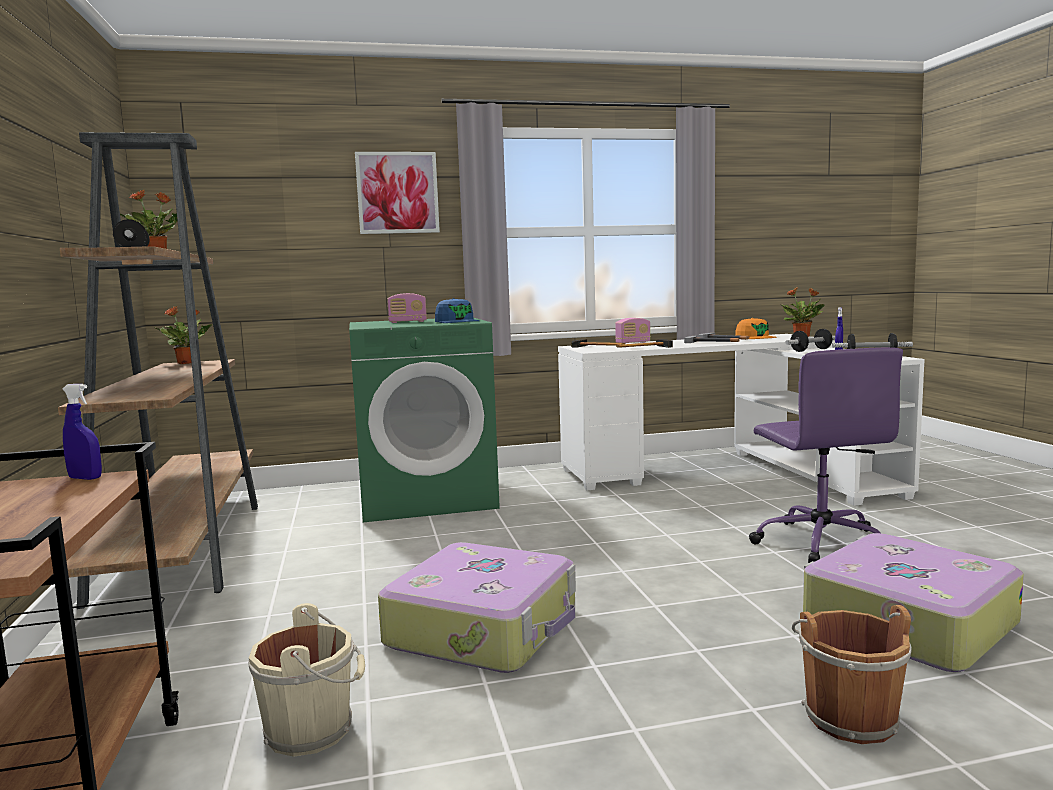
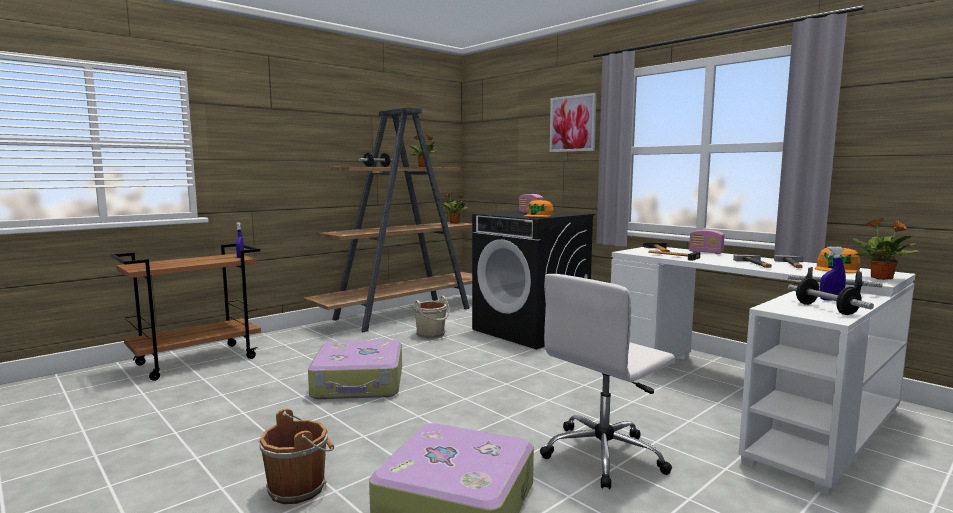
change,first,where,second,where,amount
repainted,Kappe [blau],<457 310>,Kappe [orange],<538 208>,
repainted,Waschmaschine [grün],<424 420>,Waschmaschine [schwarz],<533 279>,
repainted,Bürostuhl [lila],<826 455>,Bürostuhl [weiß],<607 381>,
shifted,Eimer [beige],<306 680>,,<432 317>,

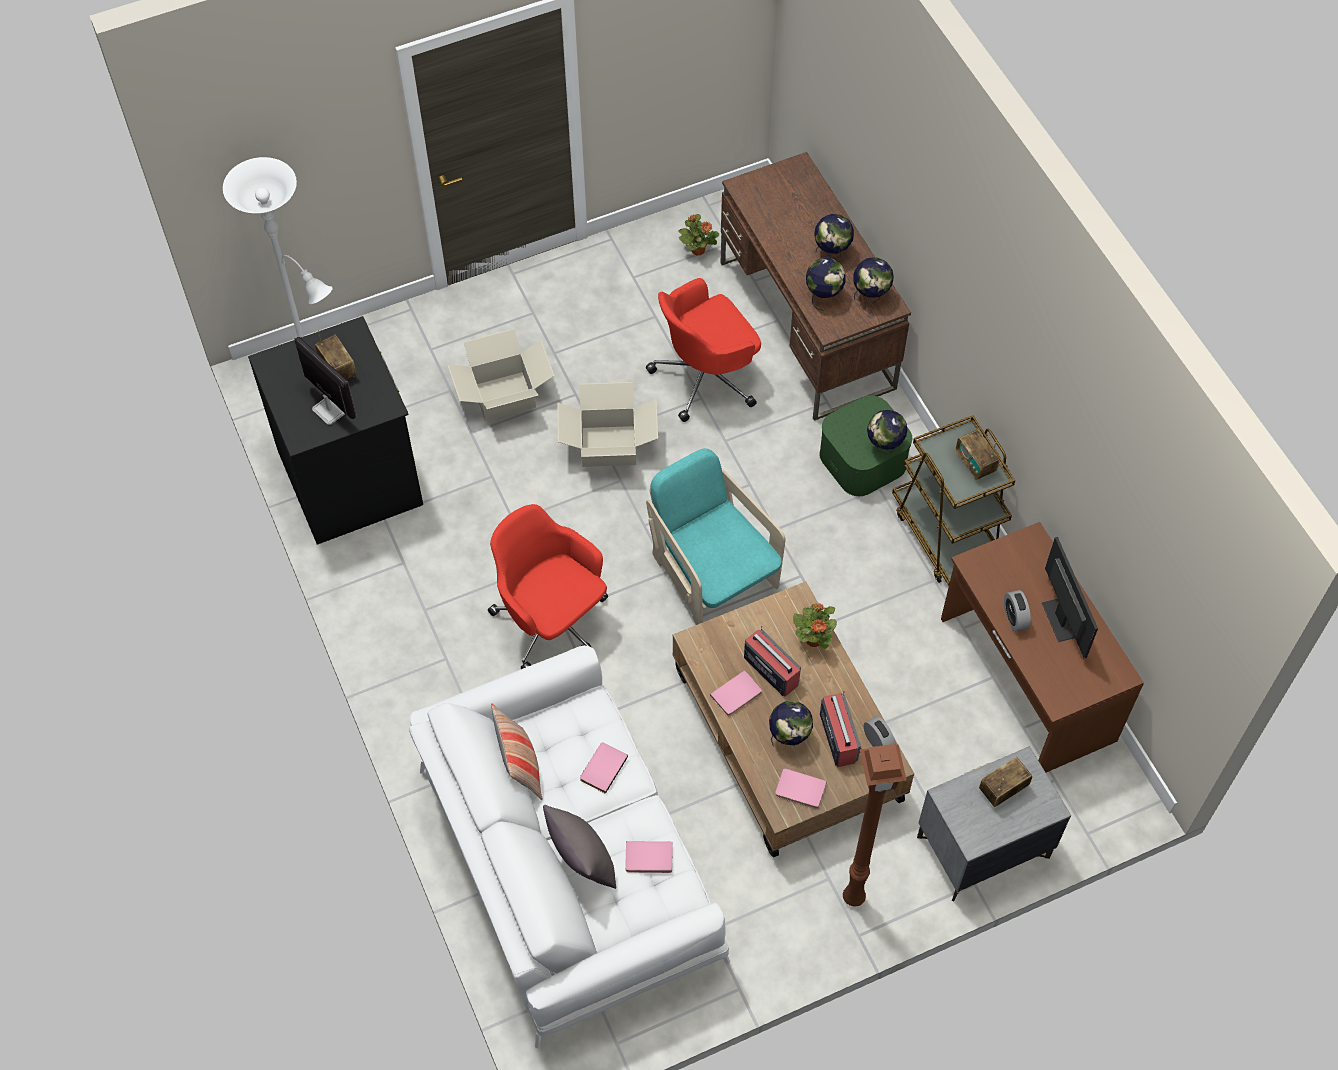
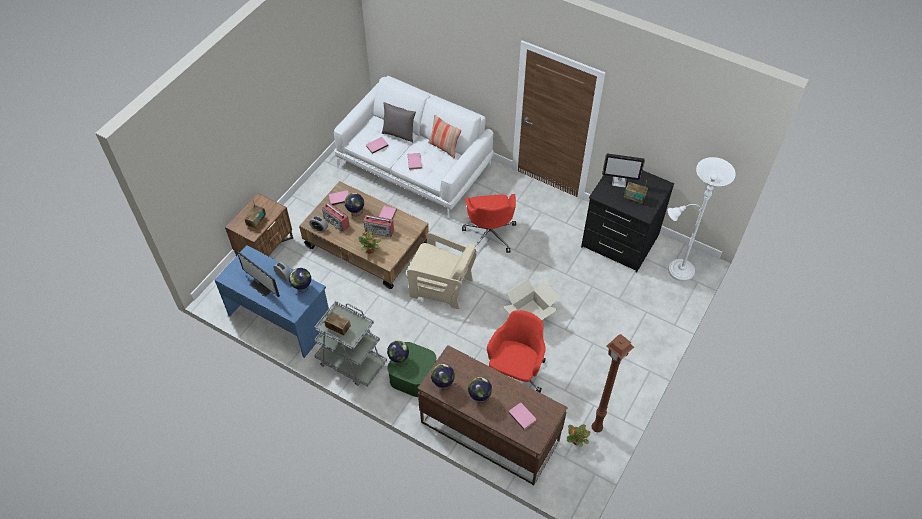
change,first,where,second,where,amount
shifted,Globus,<826 284>,,<300 280>,
gone,Karton,<501 374>,,,
repainted,Rollwagen [braun],<953 500>,Rollwagen [grau],<350 344>,
repainted,Sessel [türkis],<716 536>,Sessel [beige],<441 270>,
rotated,Bürostuhl [rot],<548 586>,,<489 223>,75 degrees clockwise
repainted,Schreibtisch [braun],<1042 647>,Schreibtisch [blau],<272 301>,
shifted,Stehlampe [braun],<874 825>,,<613 383>,
repainted,Nachttisch [grau],<994 824>,Nachttisch [braun],<259 224>,
new,,,Buch [rosa],<522 416>,

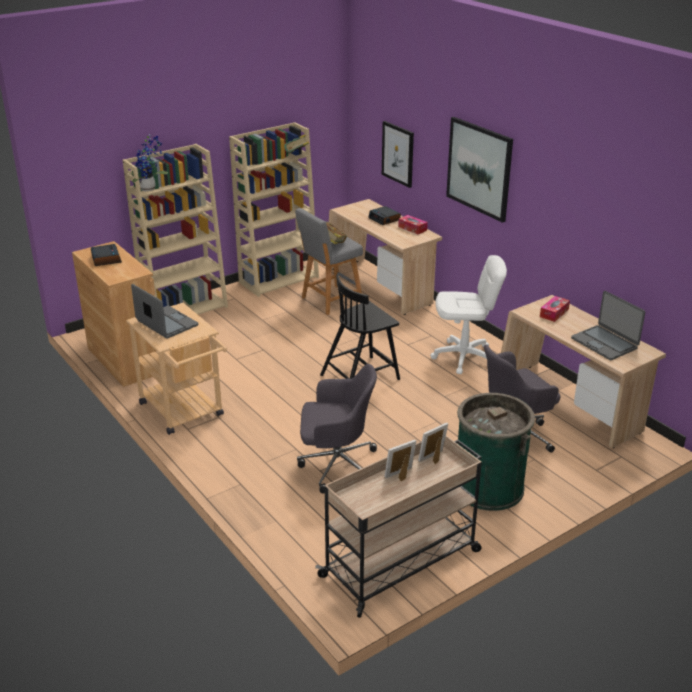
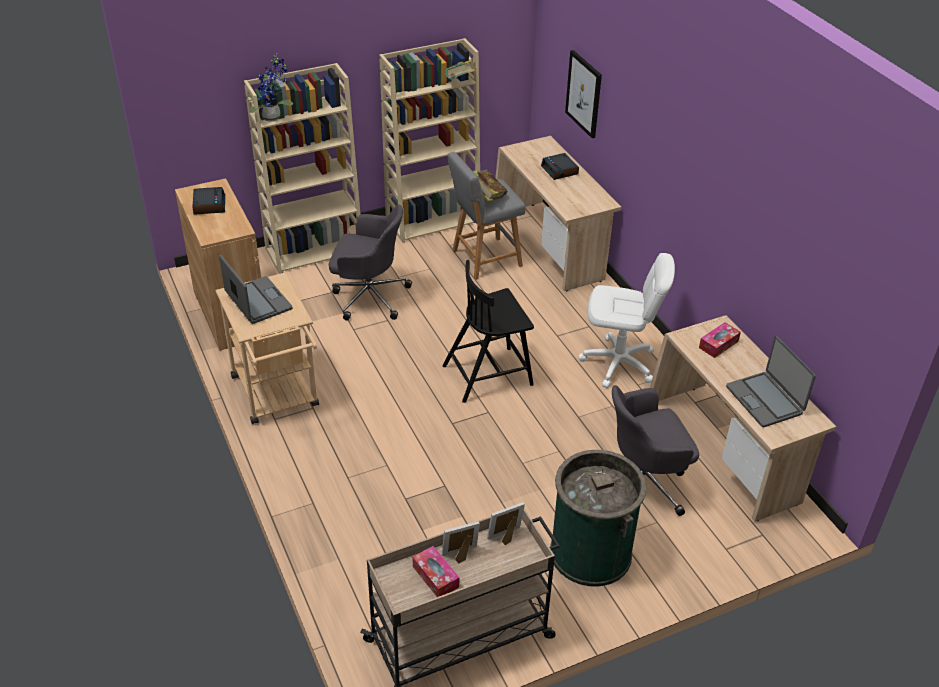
change,first,where,second,where,amount
gone,Bild,<479 170>,,,
shifted,Taschentuchbox,<413 224>,,<436 571>,
shifted,Bürostuhl [grau],<337 429>,,<370 262>,

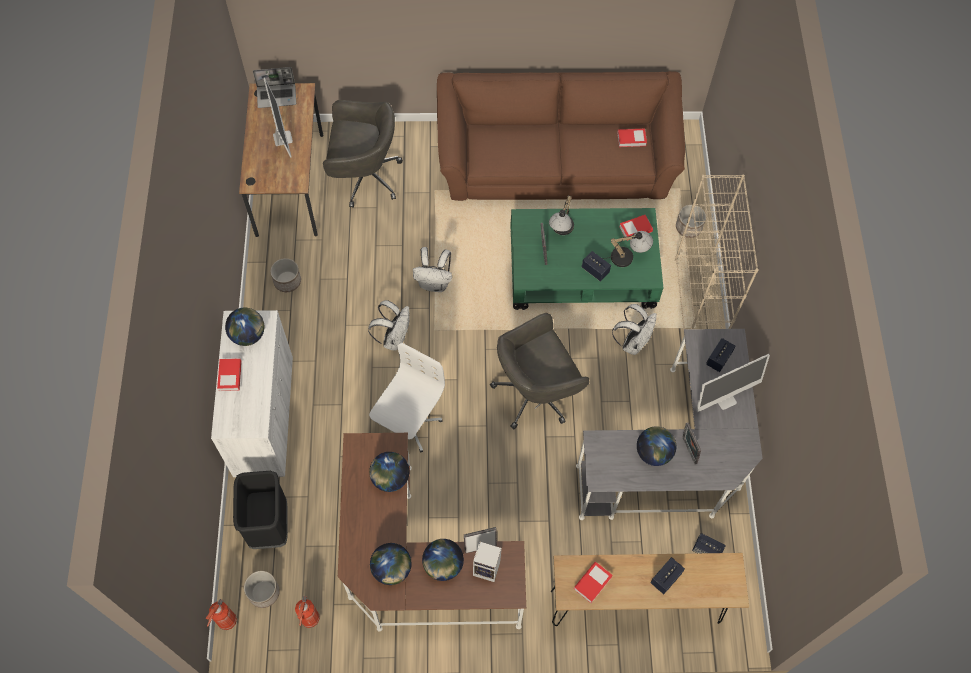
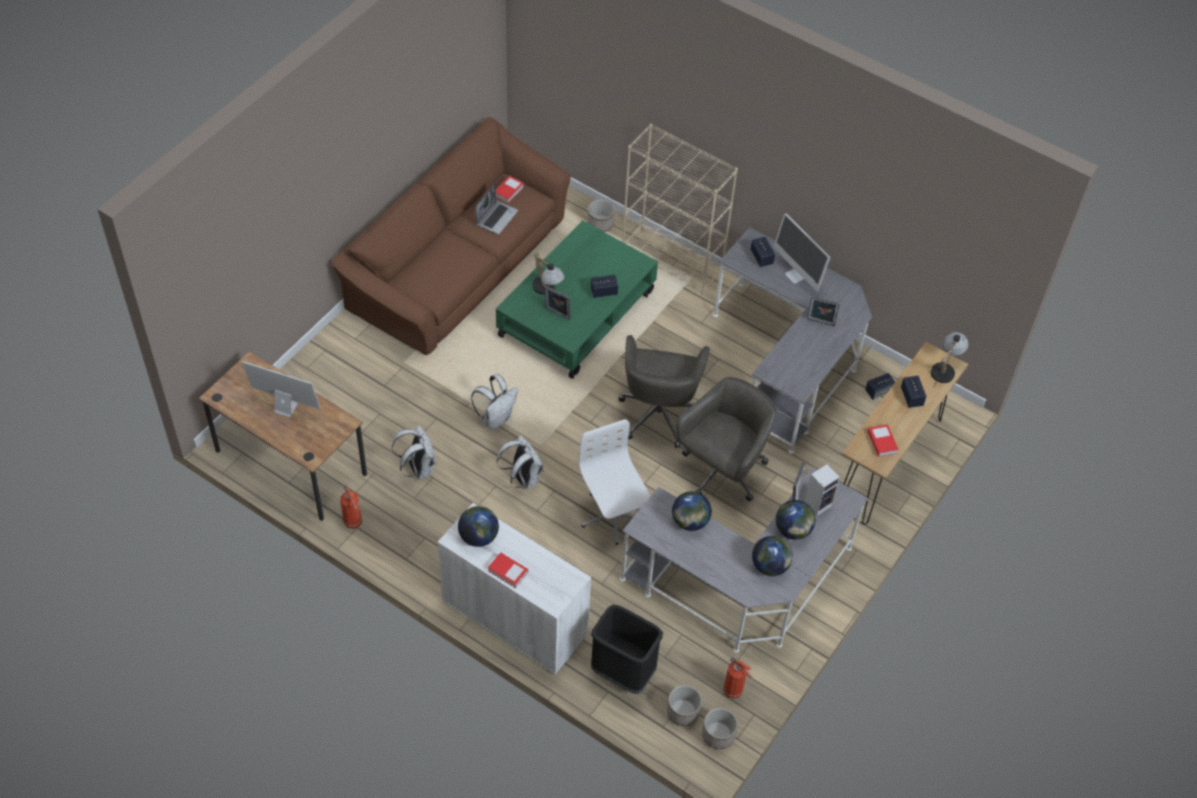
change,first,where,second,where,amount
shifted,Laptop,<274 87>,,<496 209>,
shifted,Bürostuhl [grau],<363 154>,,<726 439>,
gone,Buch,<636 228>,,,
shifted,Tischlampe,<627 249>,,<950 360>,
shifted,Pflanzkübel,<285 275>,,<720 728>,
shifted,Rucksack [weiß],<634 329>,,<414 452>,
rotated,Monitor,<733 383>,,<801 252>,135 degrees clockwise
gone,Globus,<656 446>,,,
repainted,Schreibtisch [braun],<432 532>,Schreibtisch [grau],<744 560>,
shifted,Feuerlöscher,<221 614>,,<351 507>,

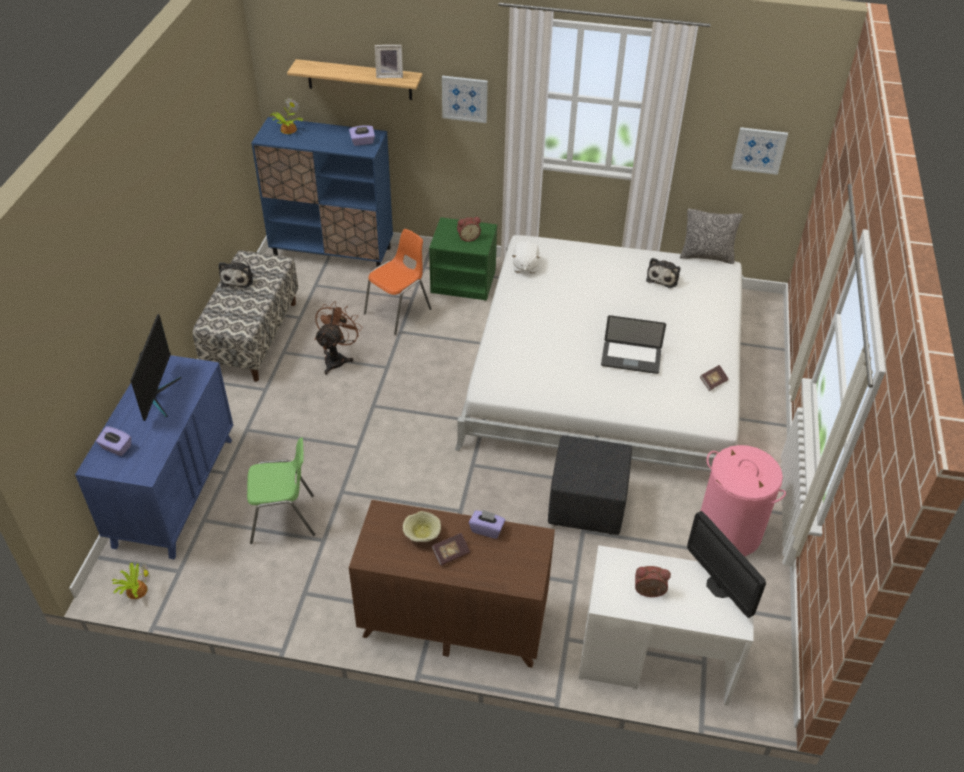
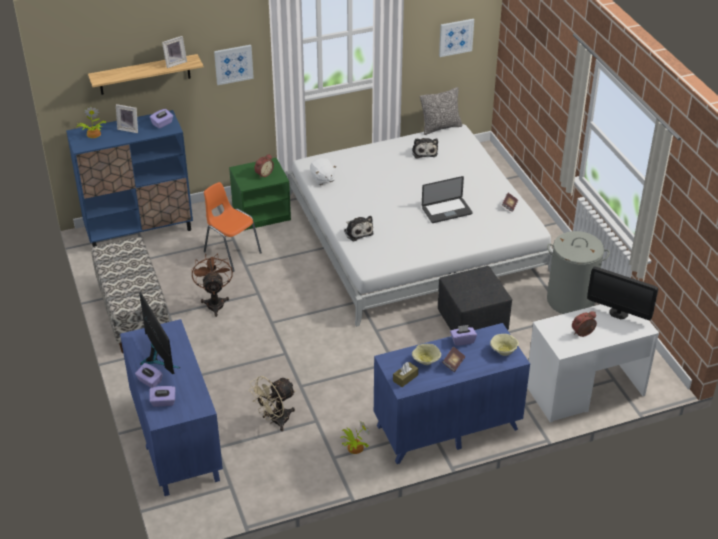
change,first,where,second,where,amount
rotated,Stuhl [orange],<398 282>,,<233 227>,60 degrees counterclockwise
shifted,Plüschtier,<236 275>,,<359 228>,
swapped,Stuhl [grün],<281 491>,Ventilator [beige],<272 403>,
repainted,Wäschekorb [rosa],<743 500>,Wäschekorb [grau],<578 272>,
repainted,Kommode [braun],<452 584>,Kommode [blau],<452 393>,
shifted,Topfpflanze,<130 580>,,<355 437>,
new,,,Bilderrahmen,<127 118>,
new,,,Schüssel [beige],<504 345>,
new,,,Taschentuchbox [braun],<405 374>,
new,,,Taschentuchbox [lila],<149 375>,

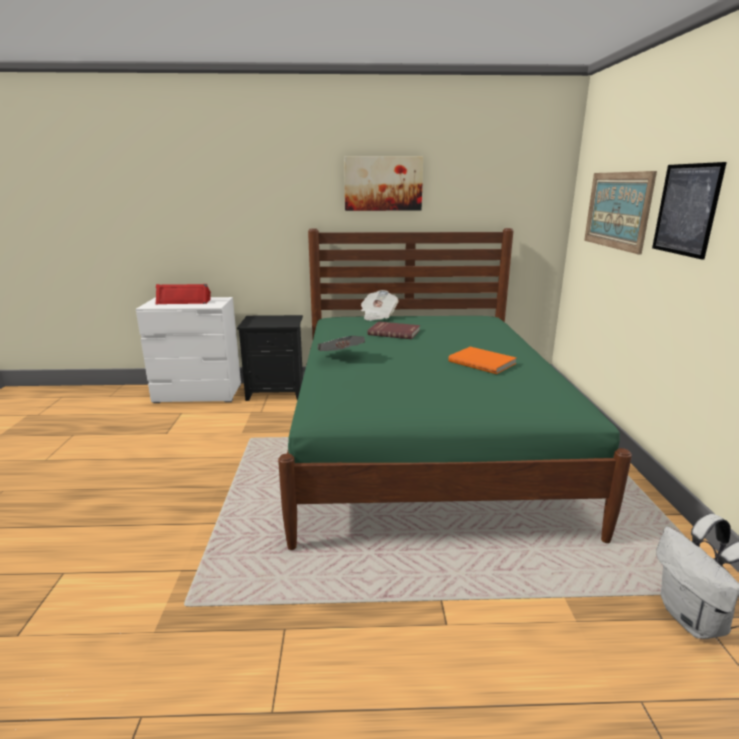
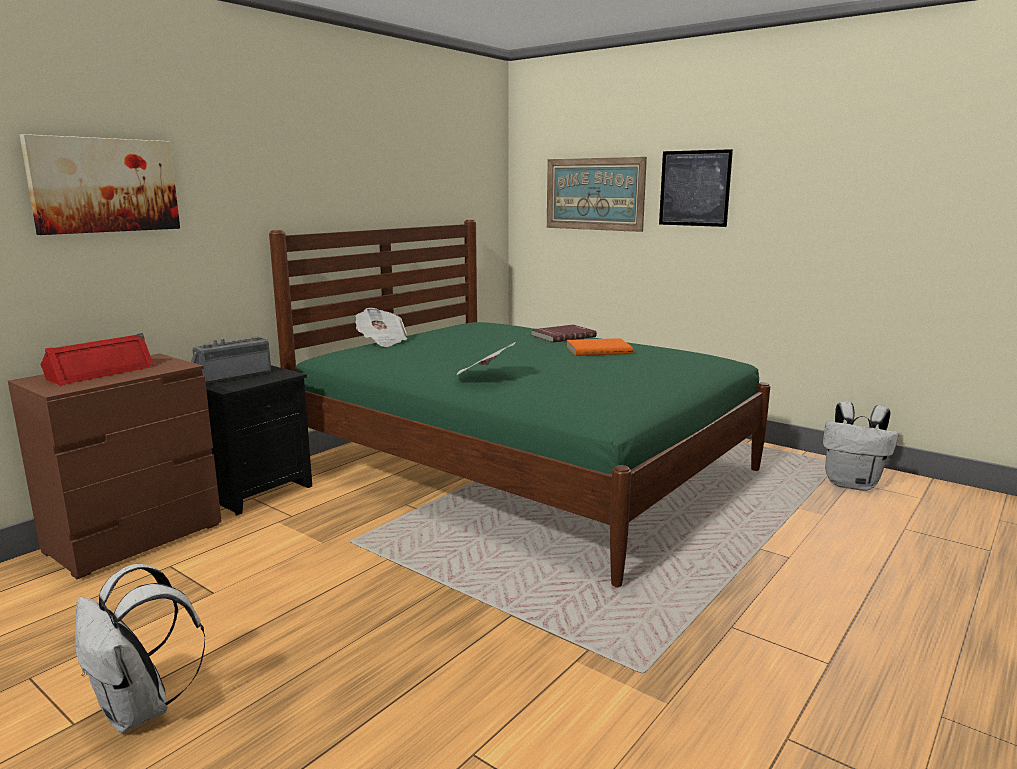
change,first,where,second,where,amount
shifted,Bild,<383 183>,,<100 184>,
repainted,Kommode [weiß],<188 350>,Kommode [braun],<115 466>,
shifted,Buch [rot],<393 330>,,<564 334>,
new,,,Radio,<231 360>,
new,,,Rucksack [weiß],<140 648>,

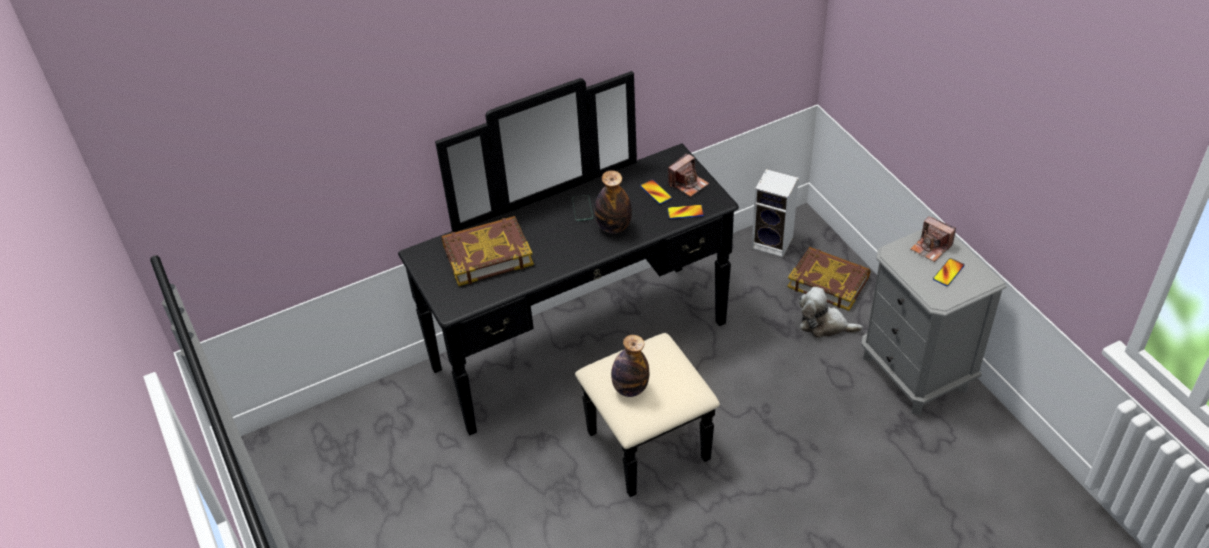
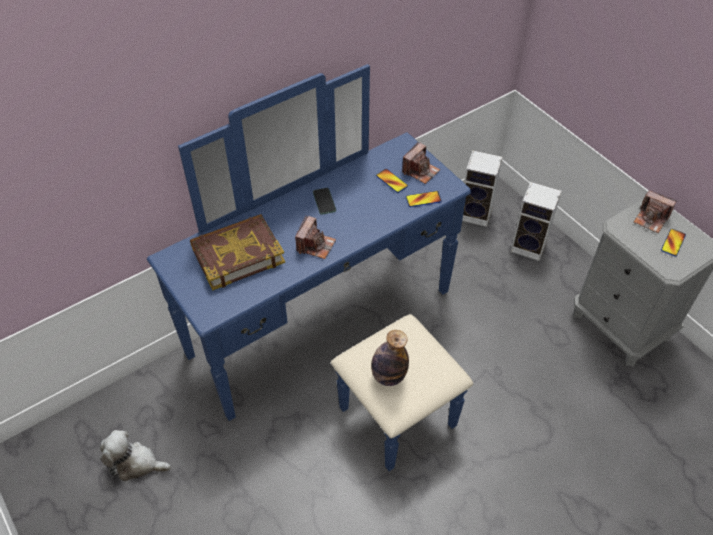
change,first,where,second,where,amount
repainted,Kommode [schwarz],<568 284>,Kommode [blau],<310 267>,
gone,Flasche,<613 202>,,,
swapped,Buch,<829 279>,Lautsprecher,<536 221>,
shifted,Plüschtier,<831 312>,,<135 455>,
new,,,Kamera,<315 237>,

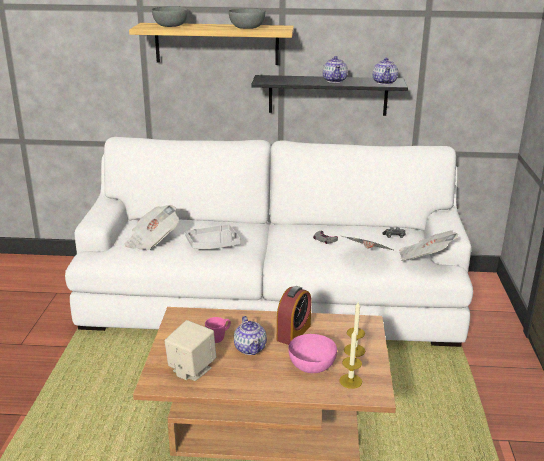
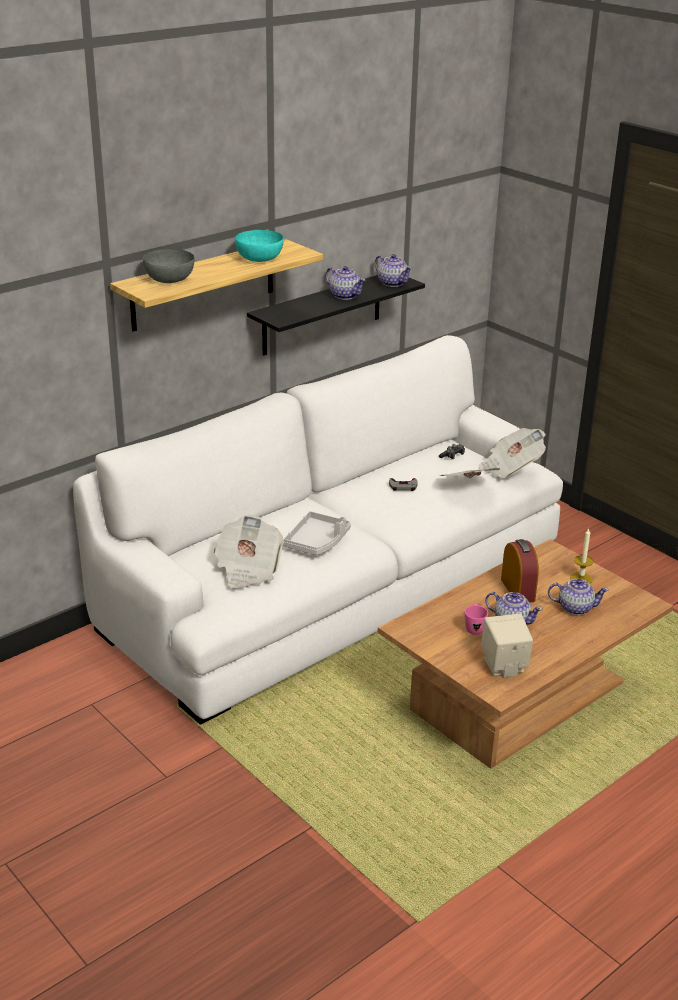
change,first,where,second,where,amount
repainted,Schüssel [grau],<247 19>,Schüssel [türkis],<259 246>,
gone,Kerze,<350 359>,,,
swapped,Schüssel [rosa],<312 353>,Teekanne,<578 597>,

